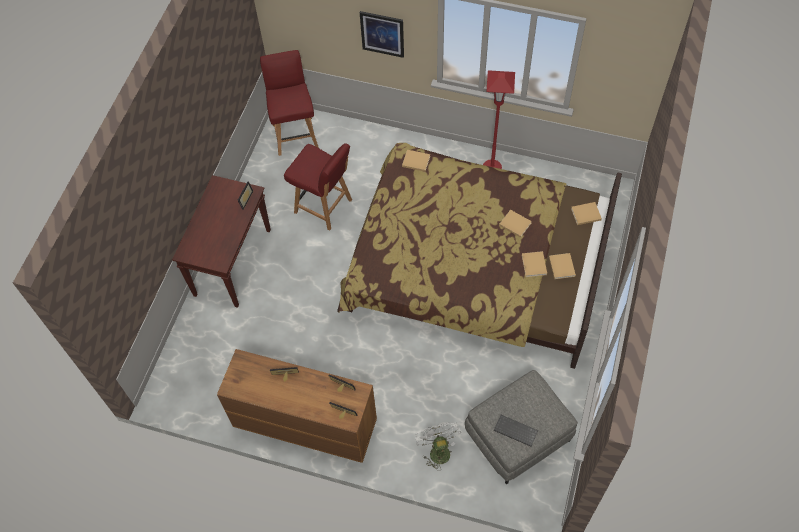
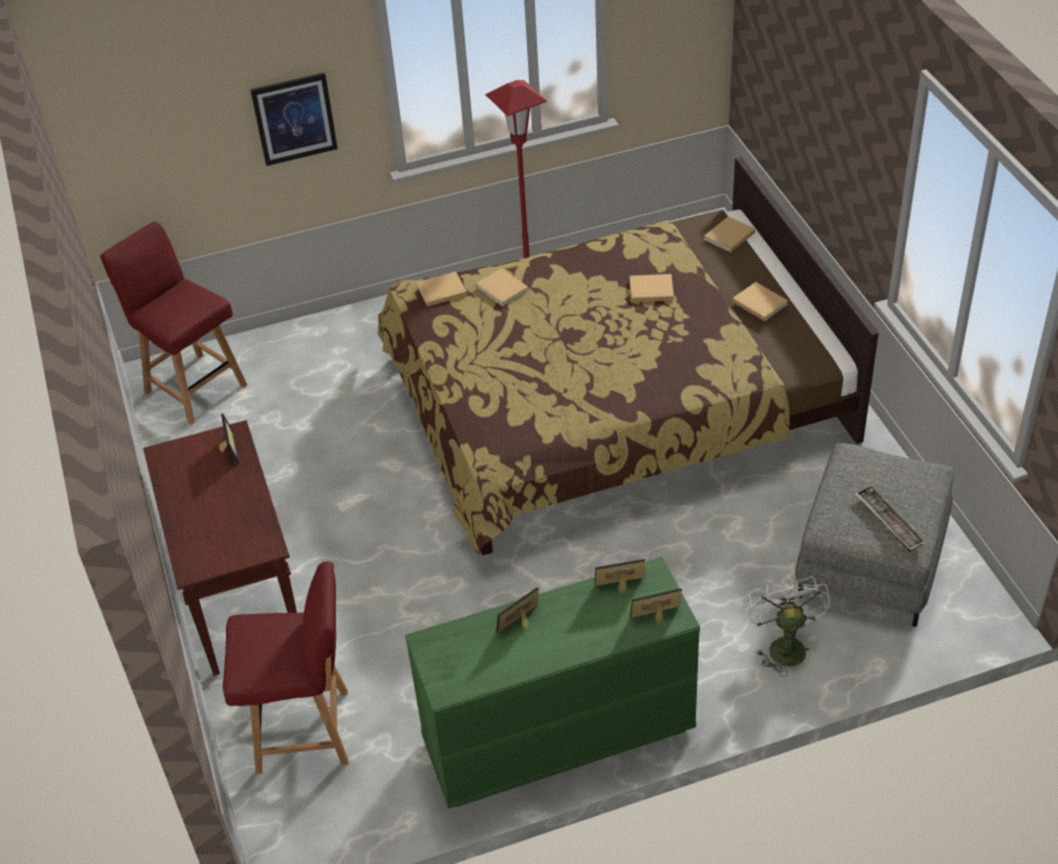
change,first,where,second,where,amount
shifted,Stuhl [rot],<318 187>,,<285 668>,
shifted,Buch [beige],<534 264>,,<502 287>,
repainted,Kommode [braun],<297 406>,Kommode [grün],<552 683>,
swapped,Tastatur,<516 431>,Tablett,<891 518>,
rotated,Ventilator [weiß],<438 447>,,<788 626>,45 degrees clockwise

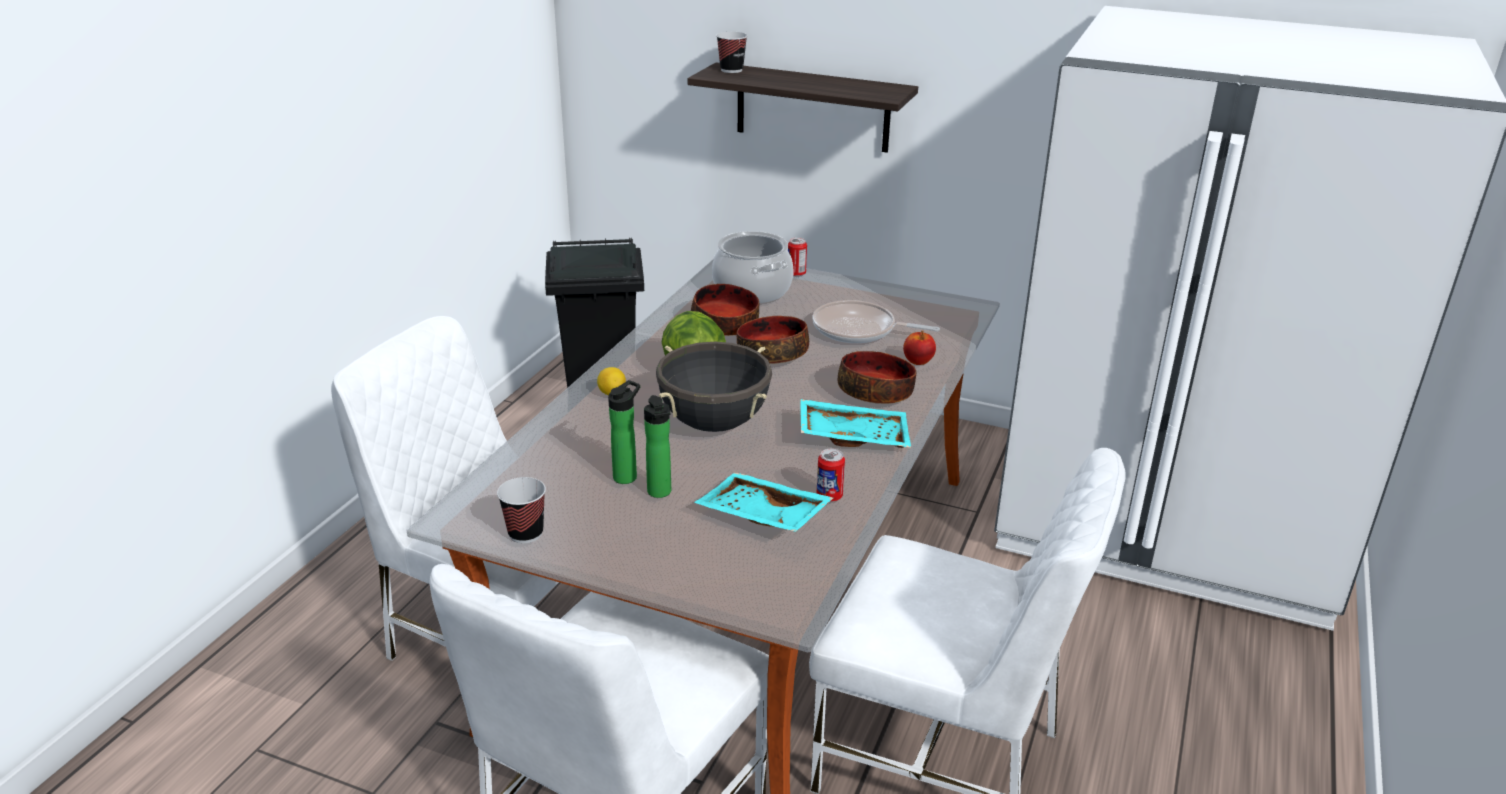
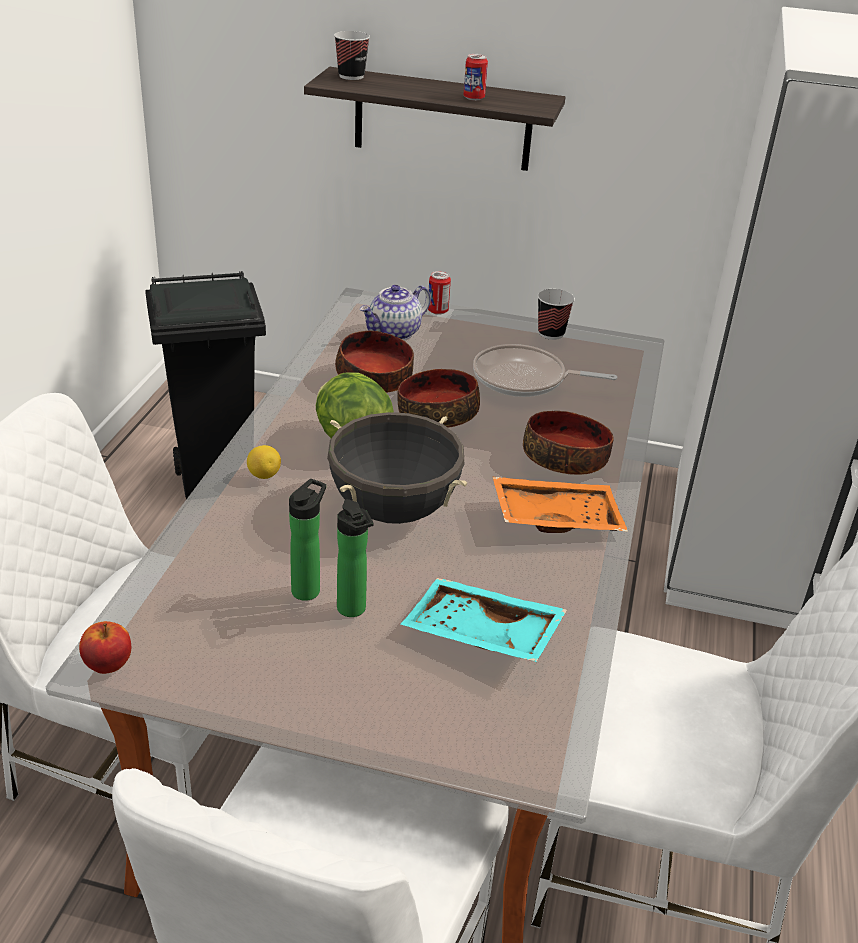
change,first,where,second,where,amount
swapped,Kochtopf,<753 267>,Teekanne,<395 312>,
shifted,Apfel,<919 348>,,<105 647>,
repainted,Tablett [türkis],<855 423>,Tablett [orange],<560 505>,
shifted,Dose,<830 475>,,<475 77>,
shifted,Tasse,<521 510>,,<556 314>,

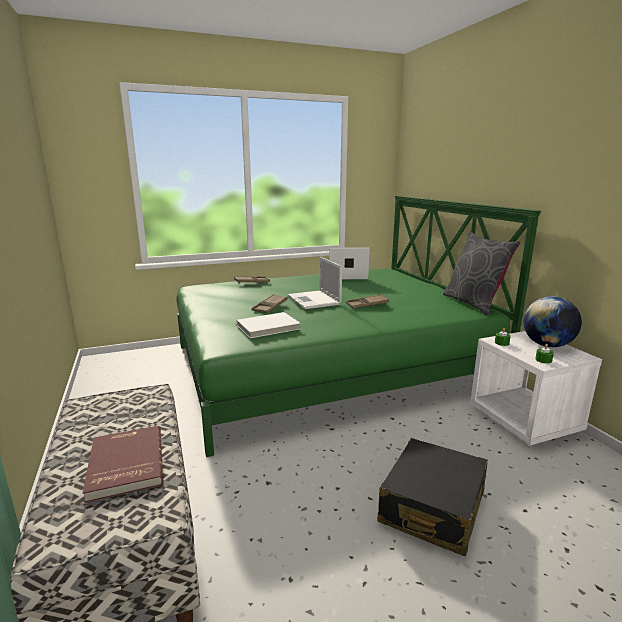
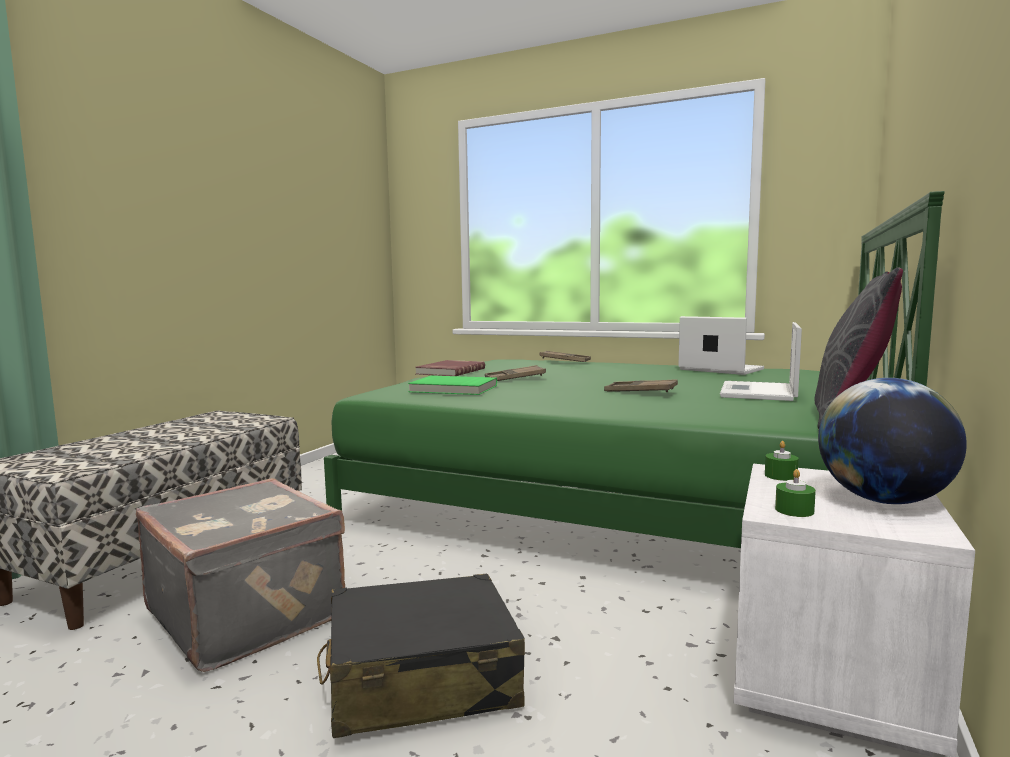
change,first,where,second,where,amount
shifted,Laptop,<315 283>,,<761 361>,
repainted,Buch [weiß],<268 325>,Buch [grün],<452 385>,
shifted,Buch [rot],<122 464>,,<450 368>,
new,,,Koffer [grau],<240 575>,

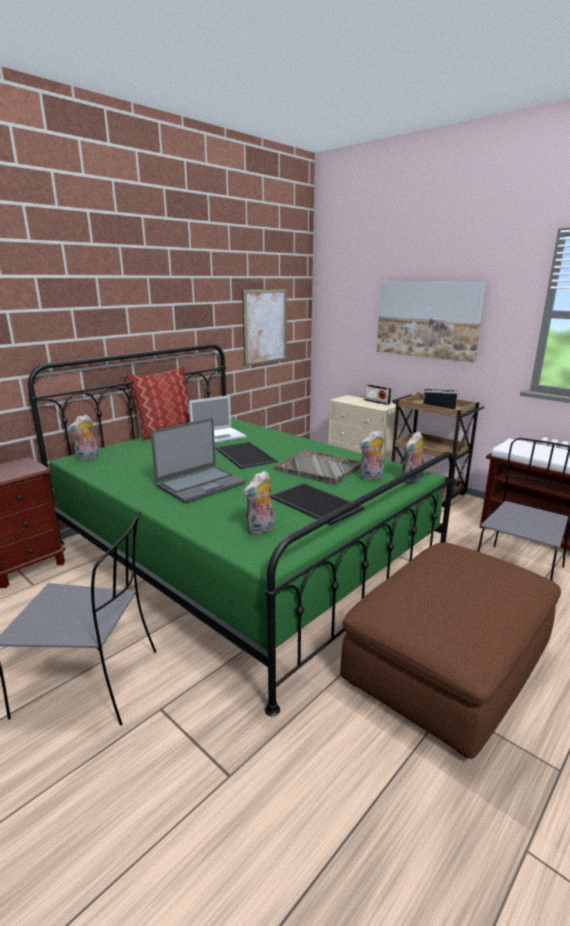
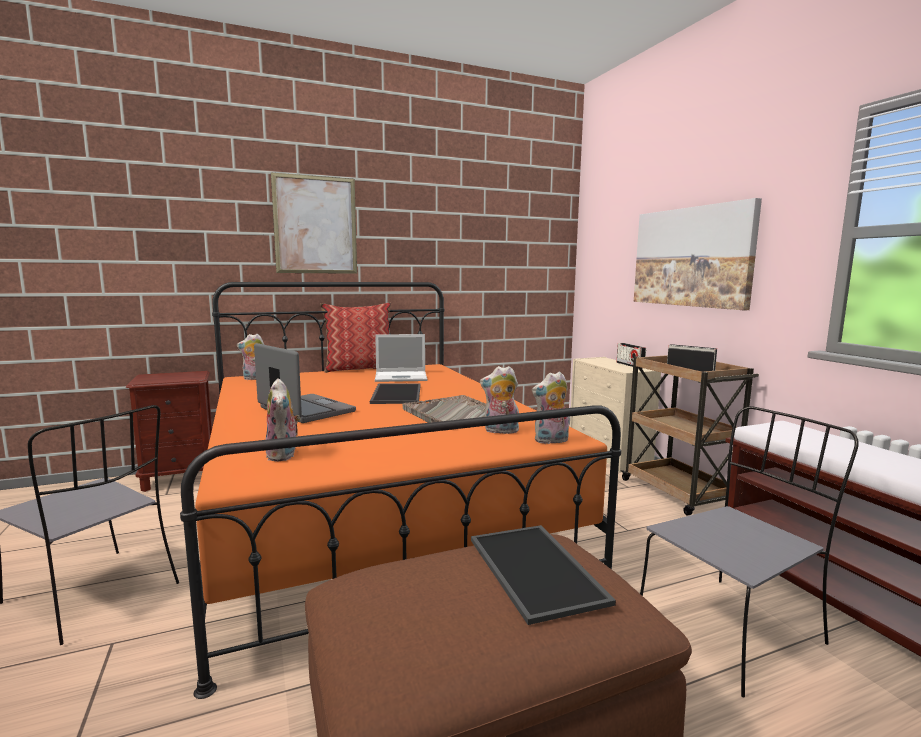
change,first,where,second,where,amount
shifted,Bild,<264 327>,,<314 223>,
repainted,Bett [grün],<241 530>,Bett [orange],<400 490>,
rotated,Laptop,<198 460>,,<305 383>,120 degrees counterclockwise
rotated,Plüschtier,<259 503>,,<283 419>,90 degrees counterclockwise
shifted,Tablett,<317 504>,,<543 575>,

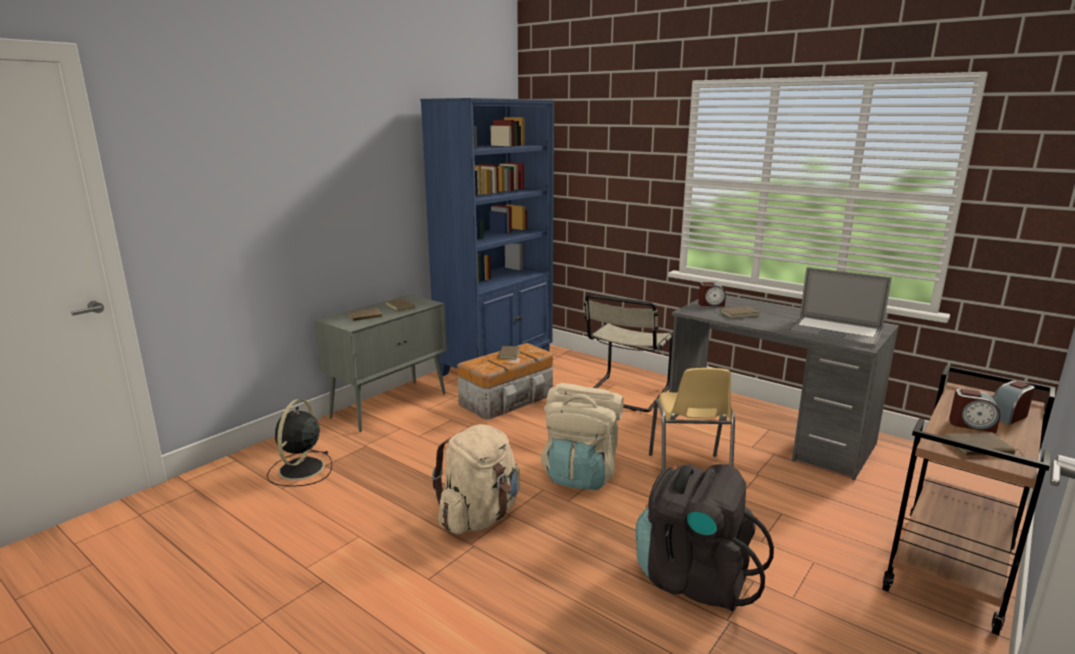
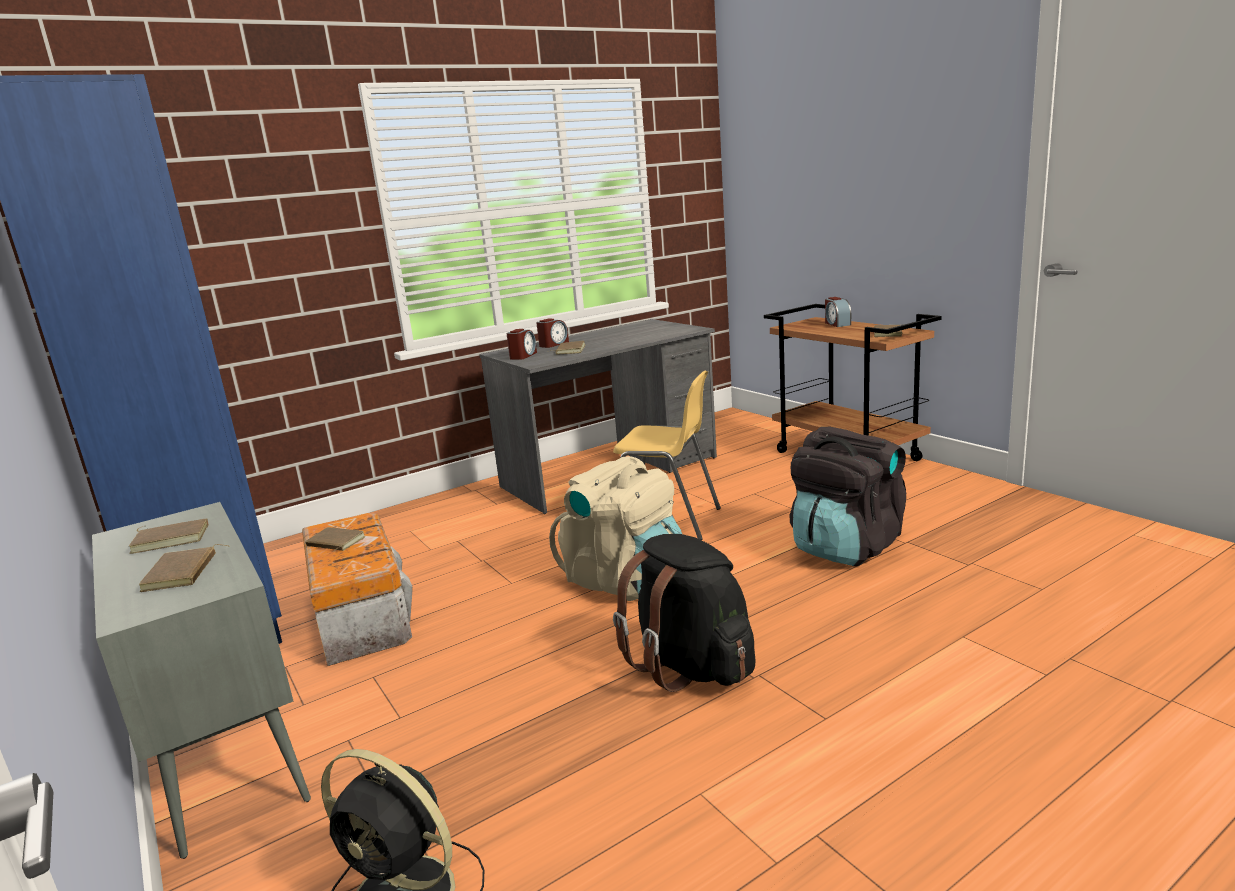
change,first,where,second,where,amount
gone,Laptop,<839 307>,,,
gone,Stuhl [beige],<628 353>,,,
shifted,Wecker,<975 411>,,<552 333>,
repainted,Rucksack [beige],<476 479>,Rucksack [schwarz],<684 613>,

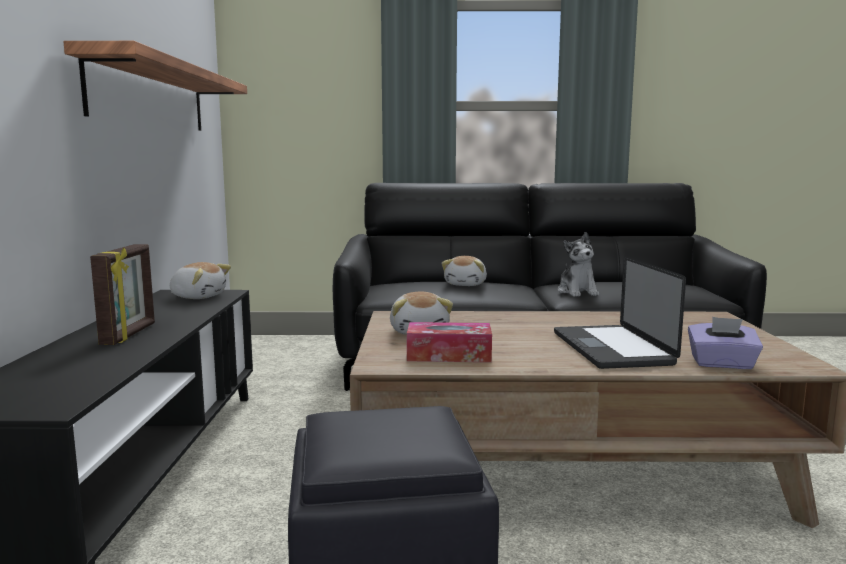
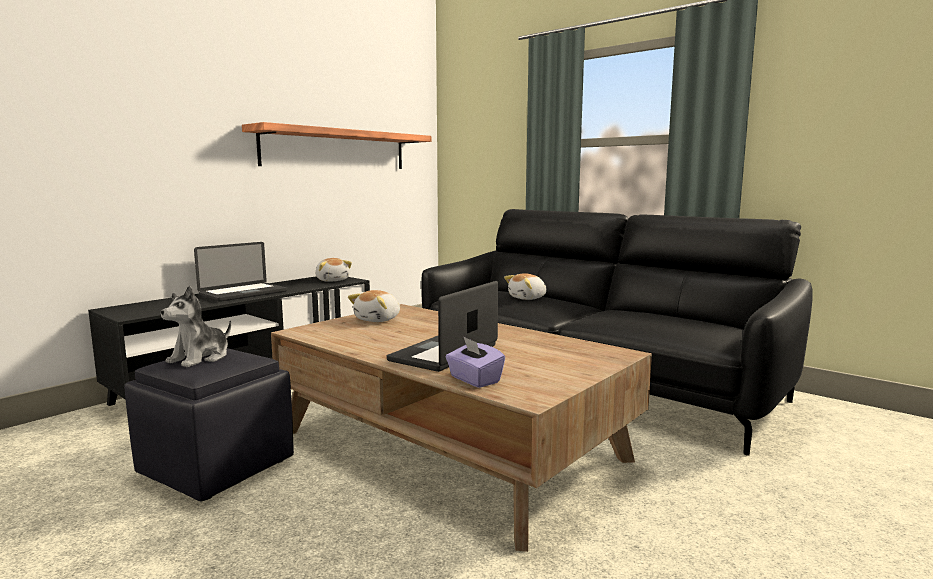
change,first,where,second,where,amount
shifted,Plüschtier,<578 264>,,<196 326>,
swapped,Bilderrahmen,<122 294>,Laptop,<240 272>,
gone,Taschentuchbox,<449 342>,,,

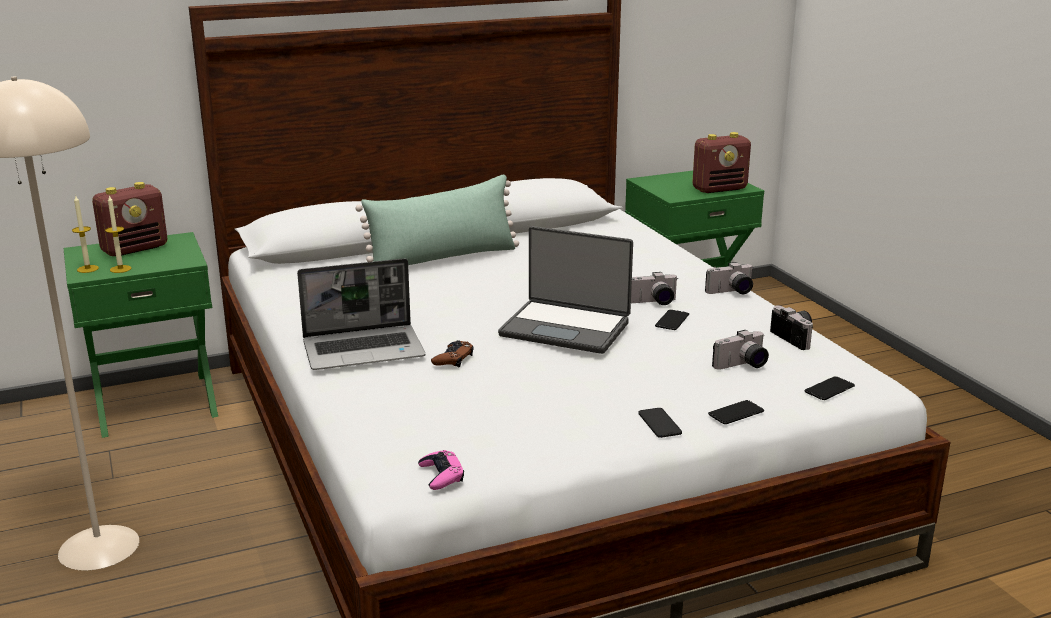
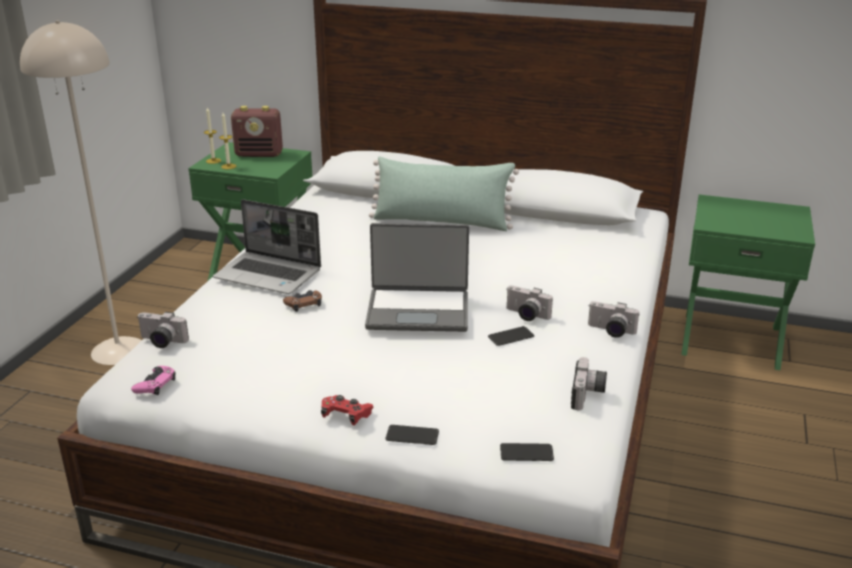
change,first,where,second,where,amount
gone,Radio,<721 162>,,,
rotated,Laptop,<565 290>,,<417 277>,60 degrees counterclockwise
shifted,Kamera,<740 350>,,<163 330>,
swapped,Handy,<660 423>,Gamepad [rot],<347 410>,

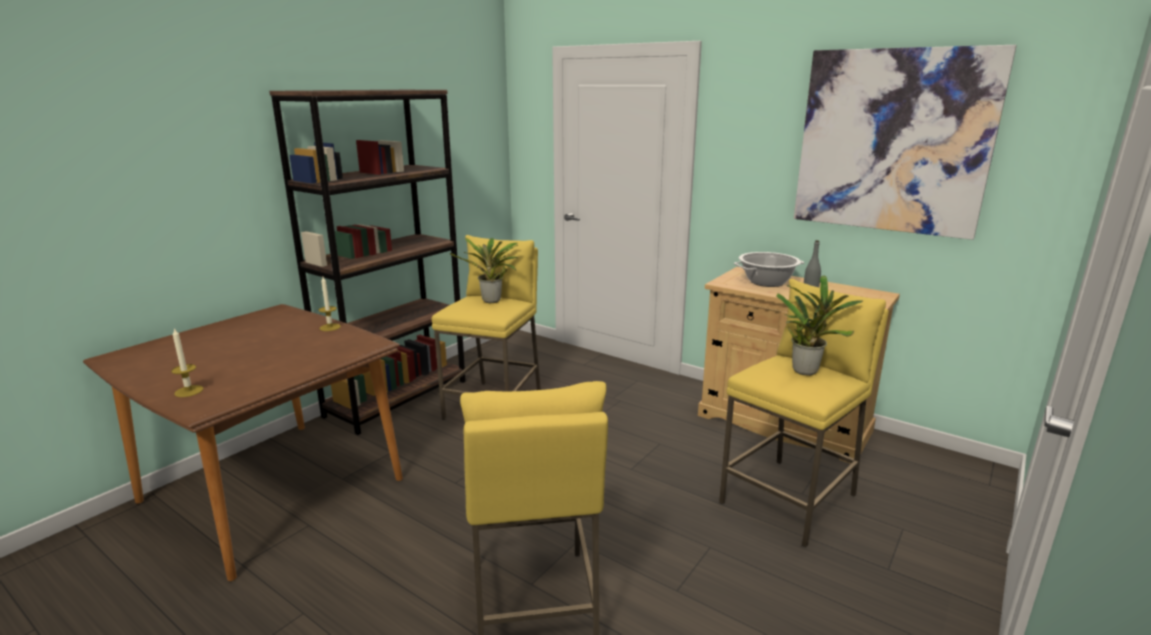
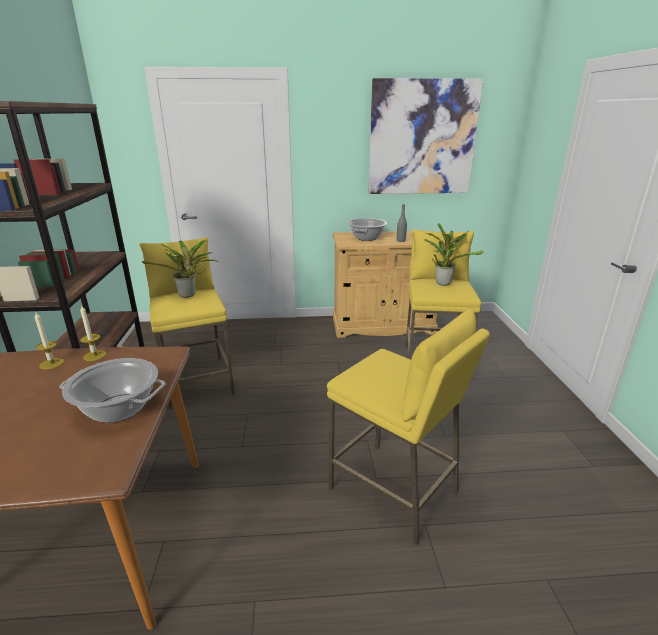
change,first,where,second,where,amount
shifted,Kerze,<187 362>,,<49 340>,
new,,,Kochtopf,<112 390>,

